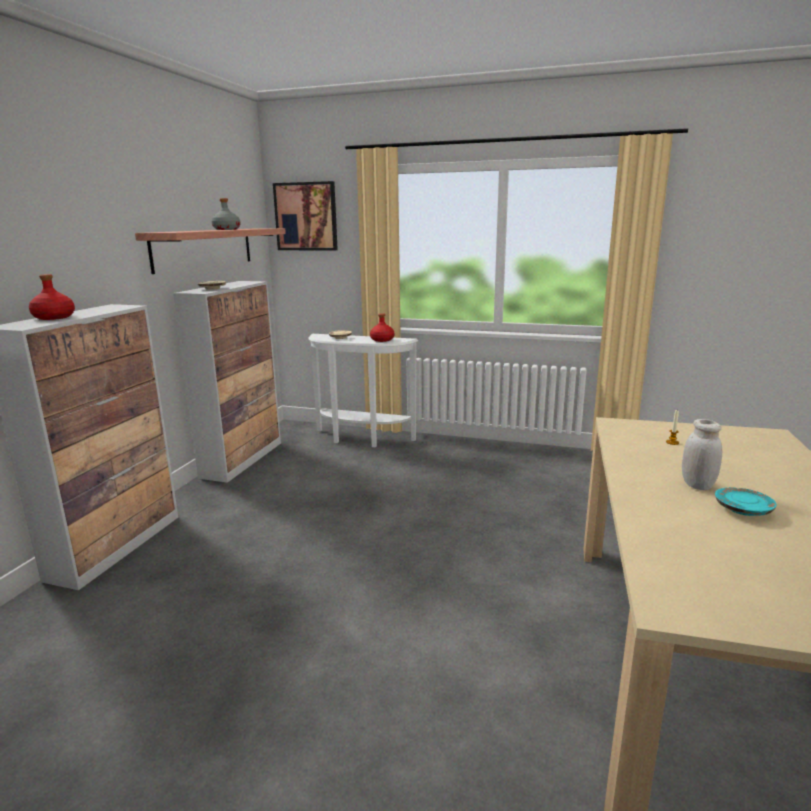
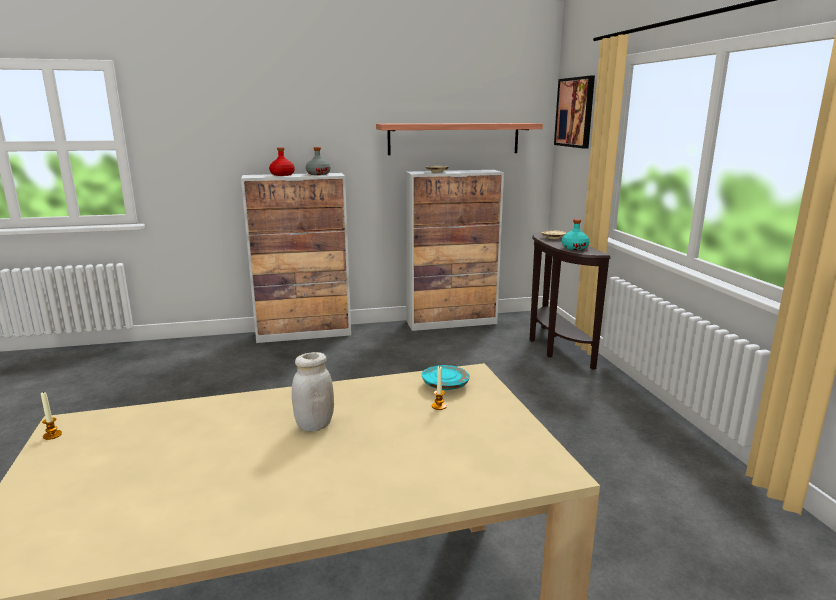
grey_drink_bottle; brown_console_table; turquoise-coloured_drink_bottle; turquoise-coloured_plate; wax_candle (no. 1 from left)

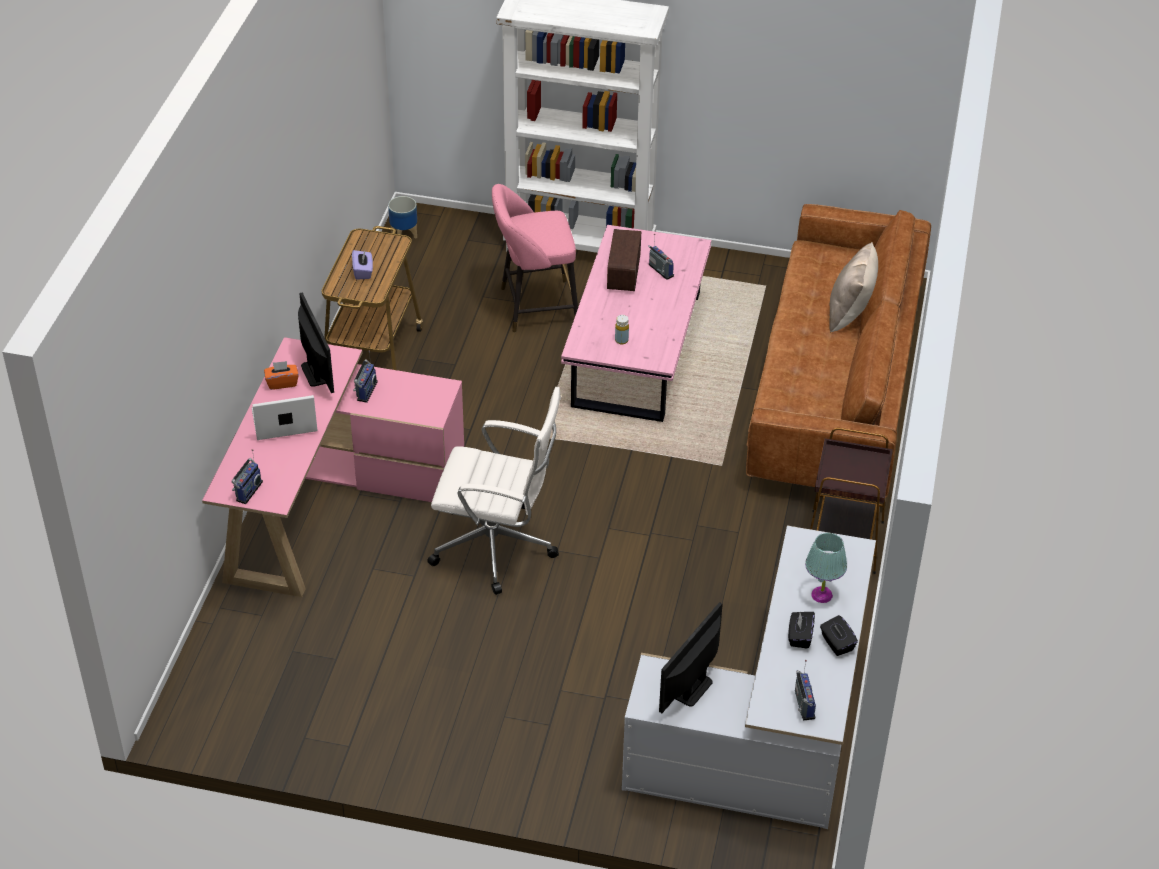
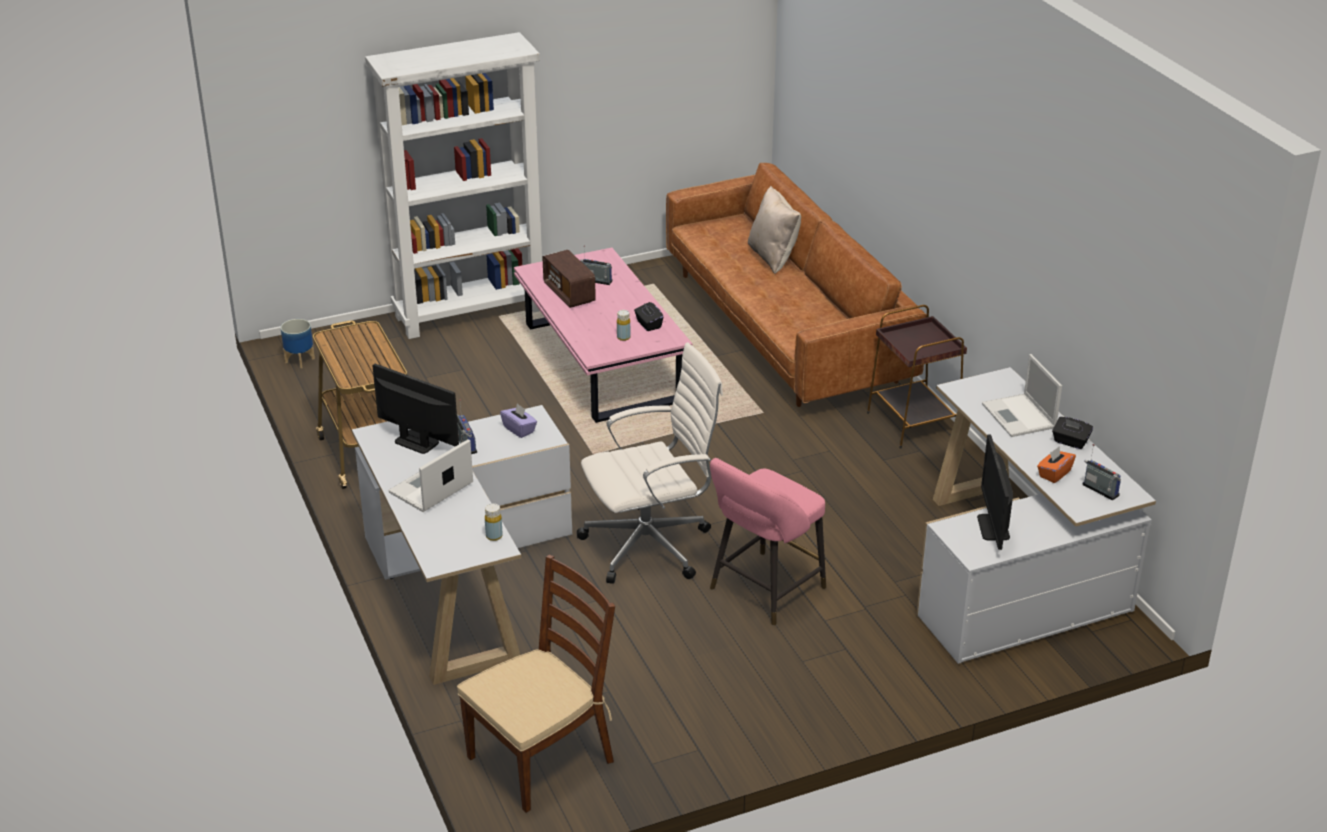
white_desk_unit (no. 1 from left); radio (no. 1 from left in the first image); orange_tissue_holder; purple-coloured_tissue_holder; pinkish_stool; black-coloured_tissue_holder (no. 1 from left); laptop (no. 2 from left); brown_plain_chair; yellow_drink_bottle (no. 1 from left)

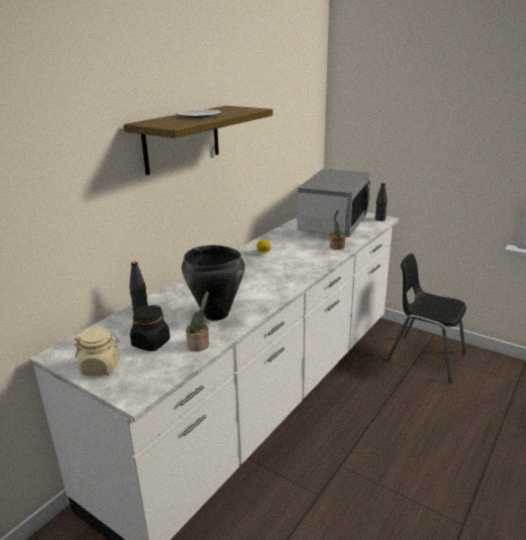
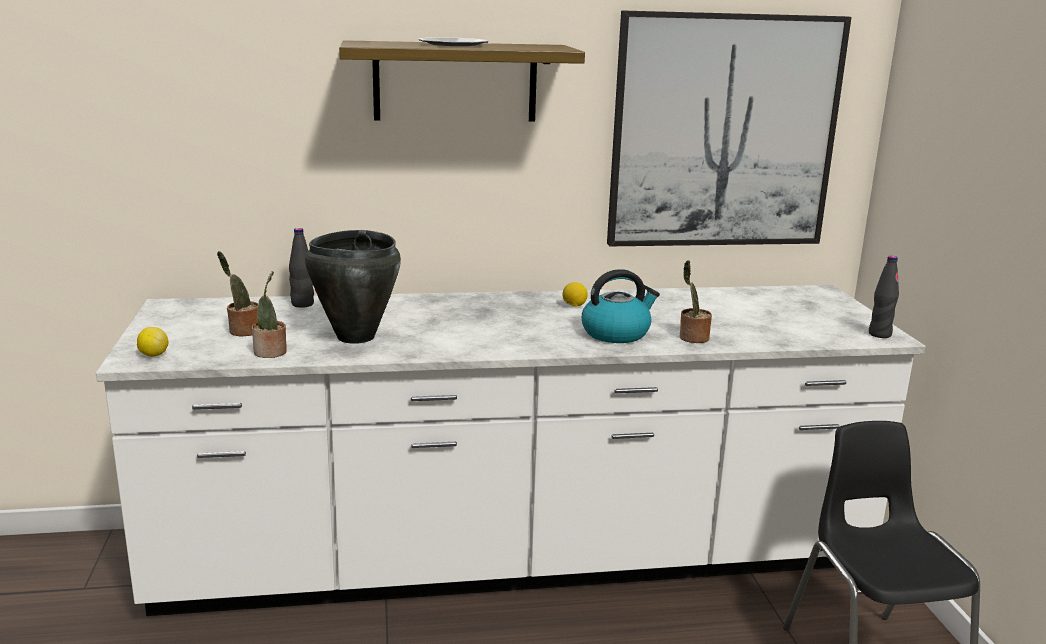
beige_jar; plant_in_a_pot (no. 1 from left); kitchen_microwave; lemon (no. 1 from left); tea_kettle; wall_picture

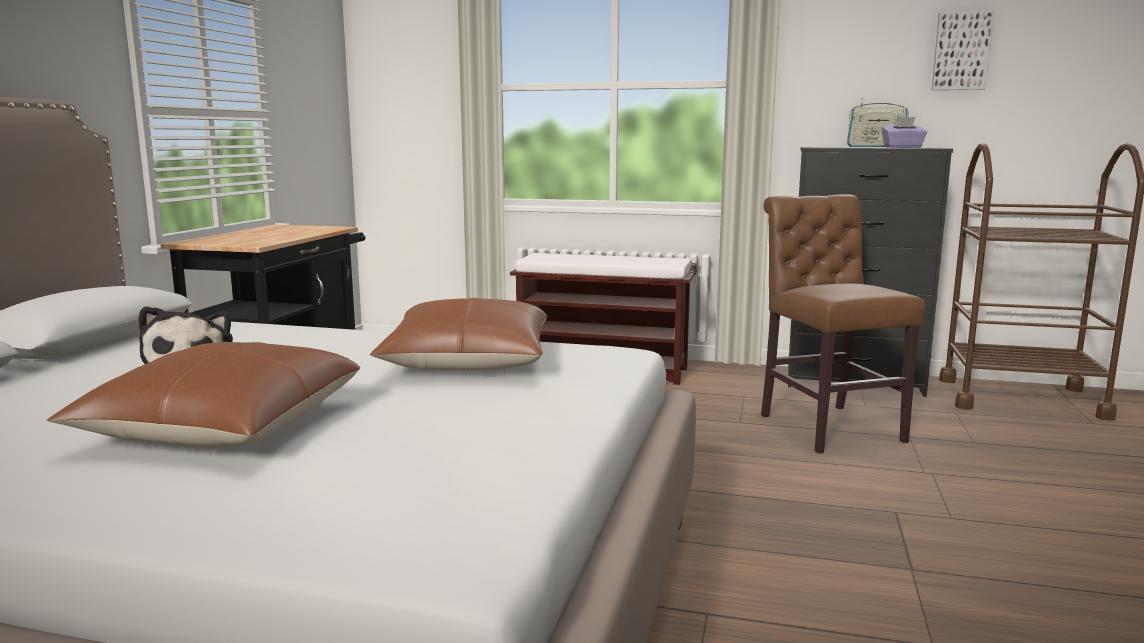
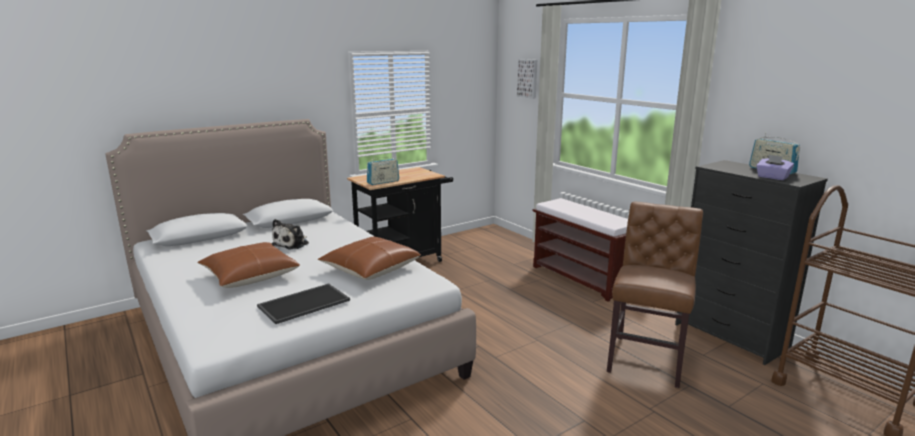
wall_picture; serving_tray; radio (no. 1 from left)

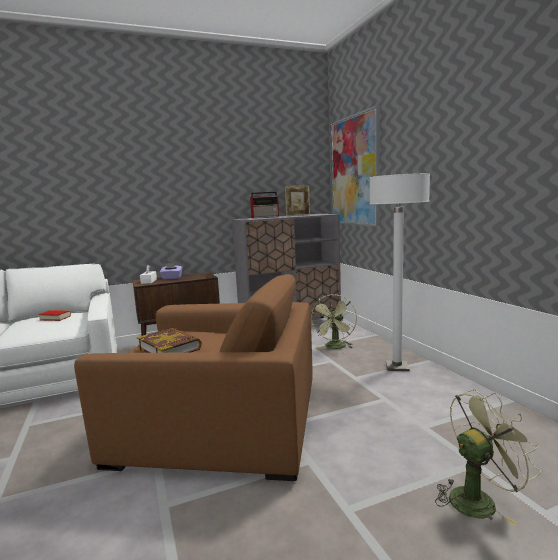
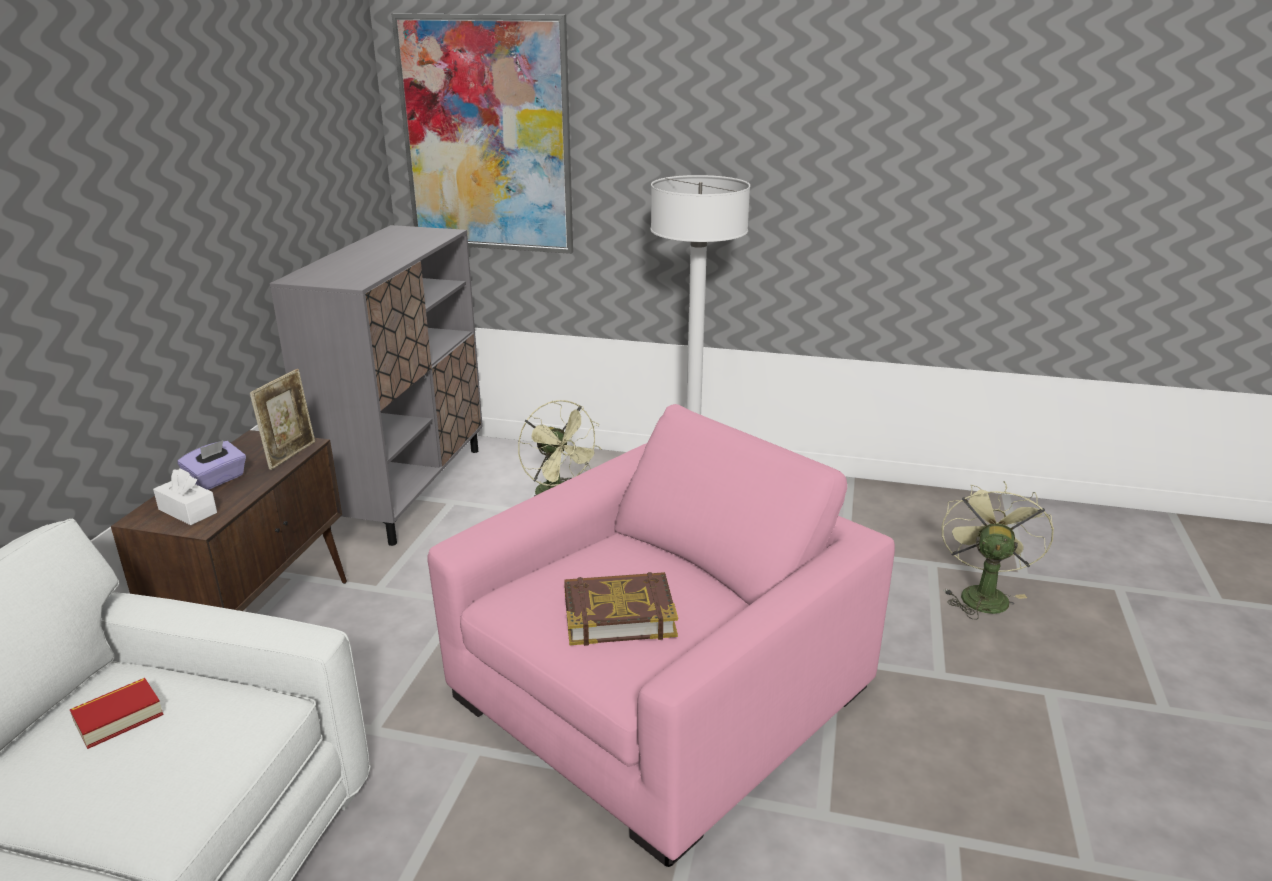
pinkish_lounge_chair; radio; standing_frame

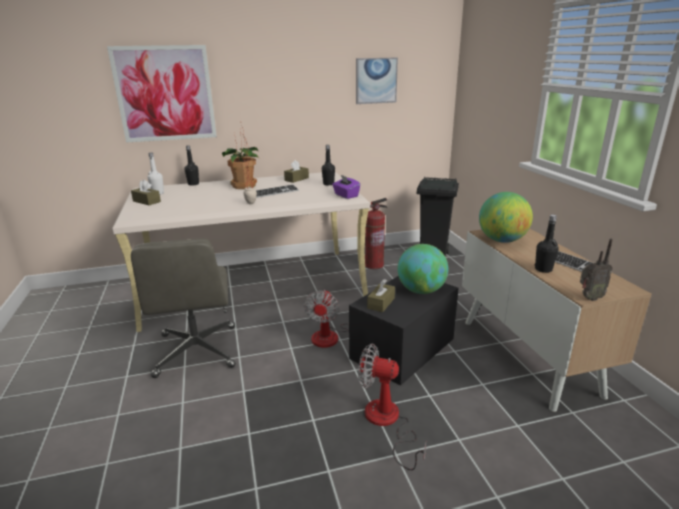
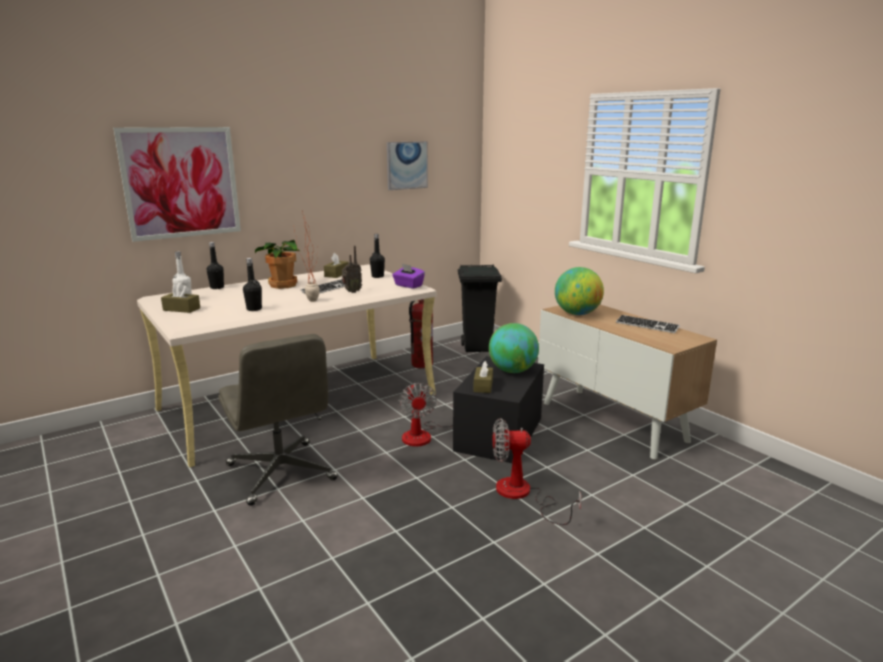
black-coloured_drink_bottle (no. 2 from left); radio

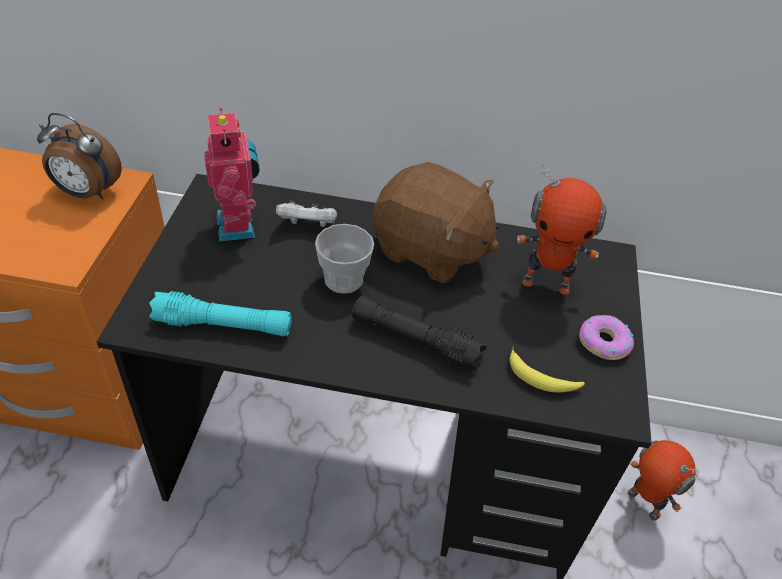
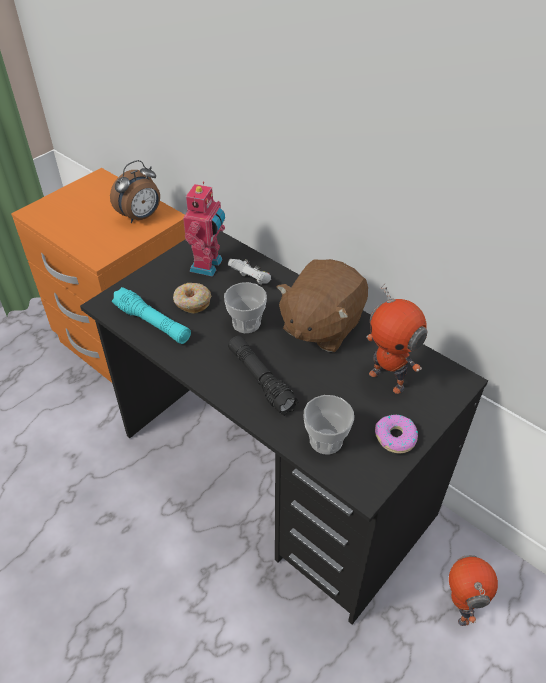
table_clock; brown_cuddly_toy; cup (no. 2 from left); ring_doughnut (no. 1 from left)

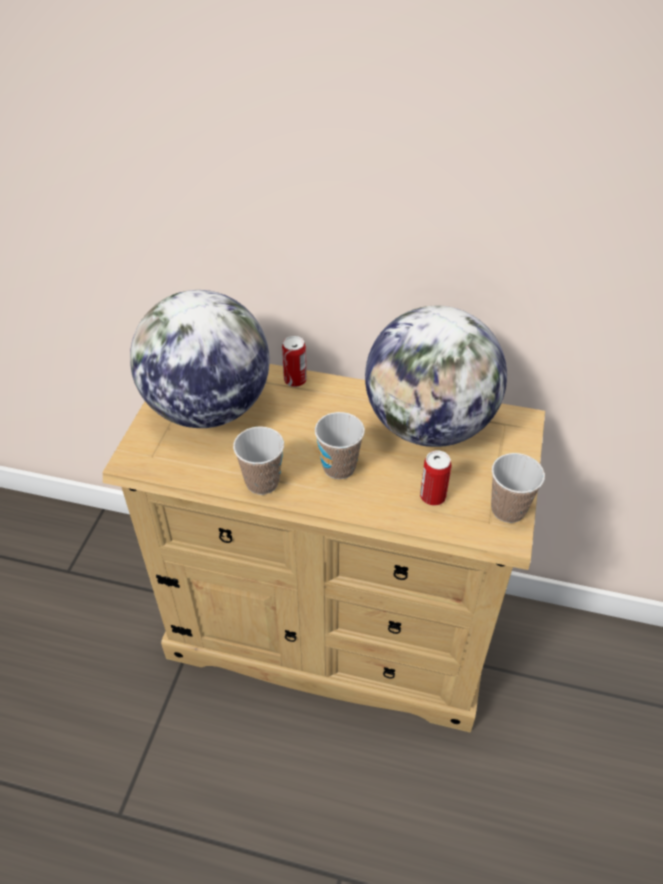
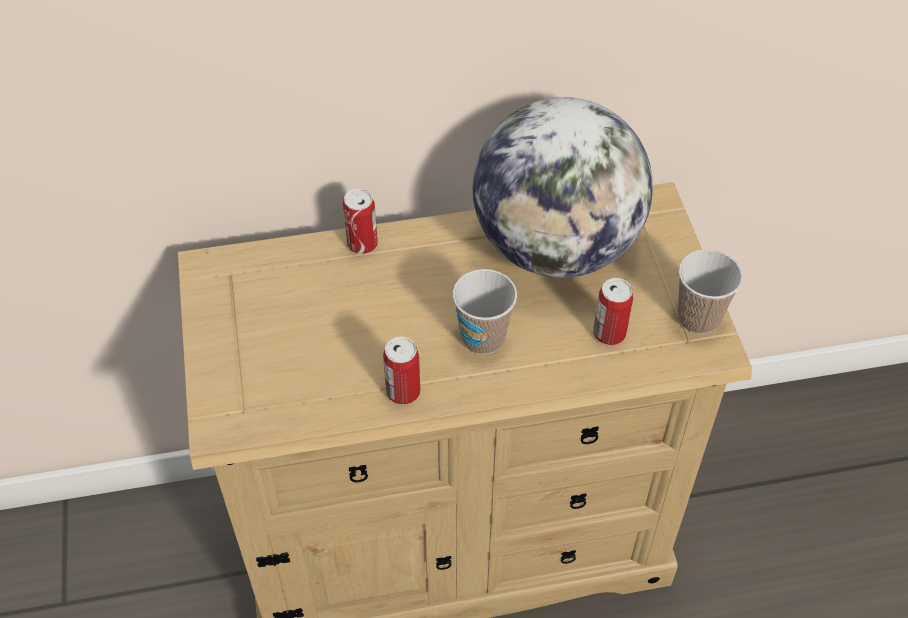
world_globe (no. 1 from left in the first image); sealed_can (no. 2 from left)

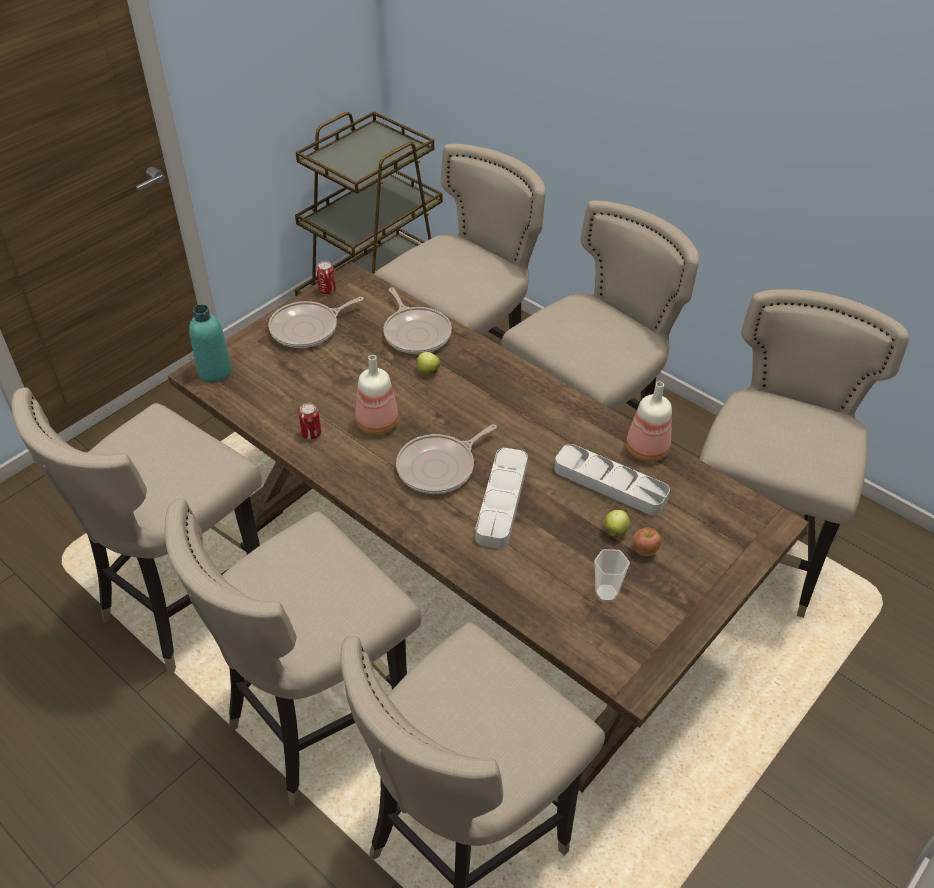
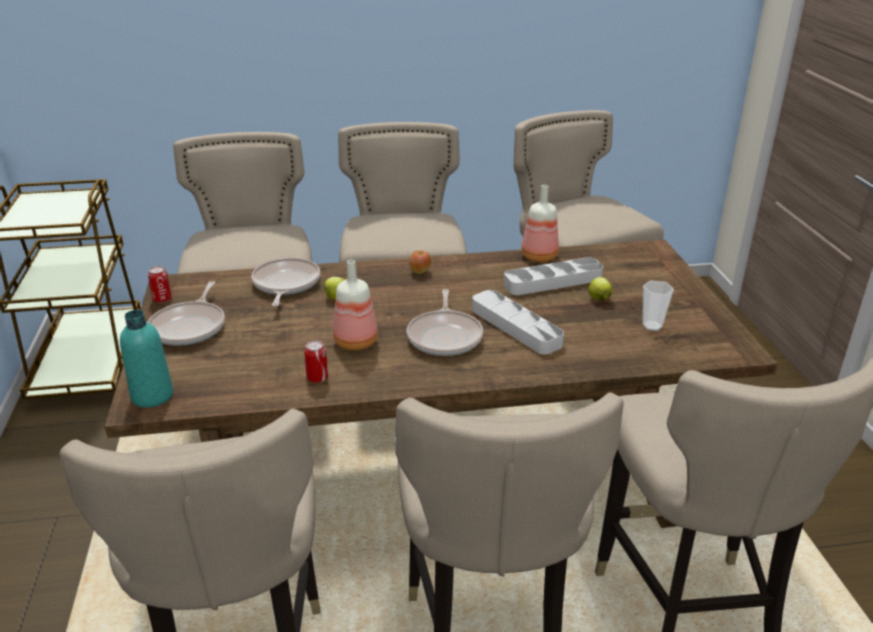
pan (no. 2 from left); apple (no. 2 from left)

